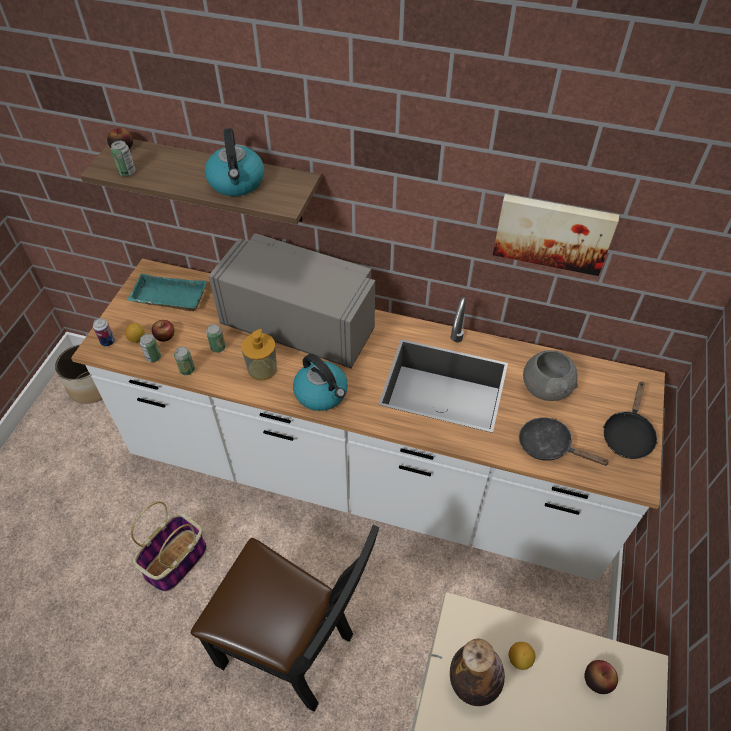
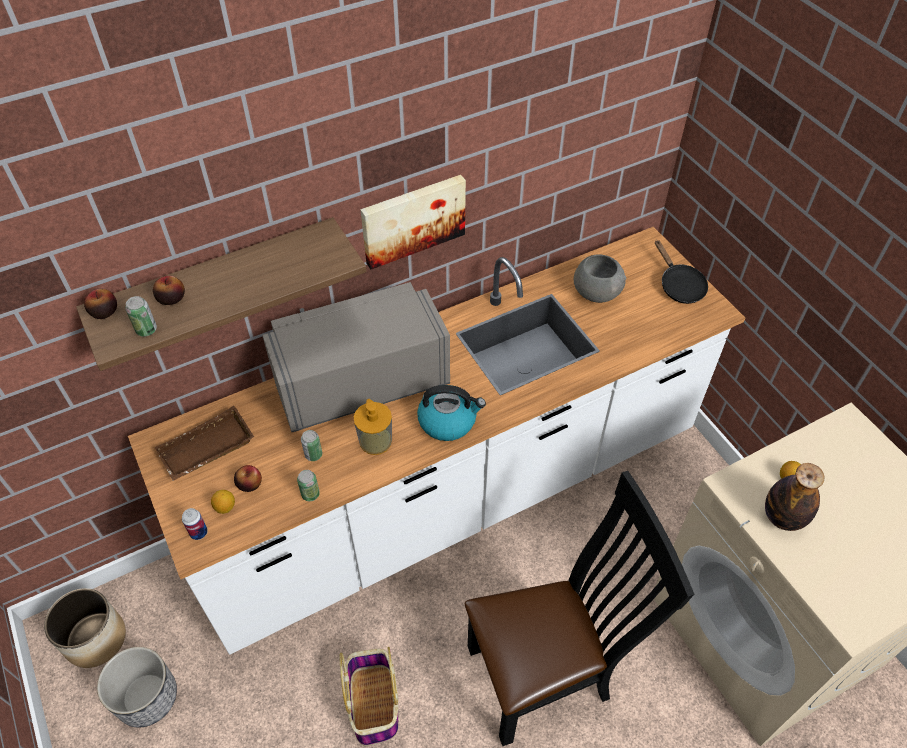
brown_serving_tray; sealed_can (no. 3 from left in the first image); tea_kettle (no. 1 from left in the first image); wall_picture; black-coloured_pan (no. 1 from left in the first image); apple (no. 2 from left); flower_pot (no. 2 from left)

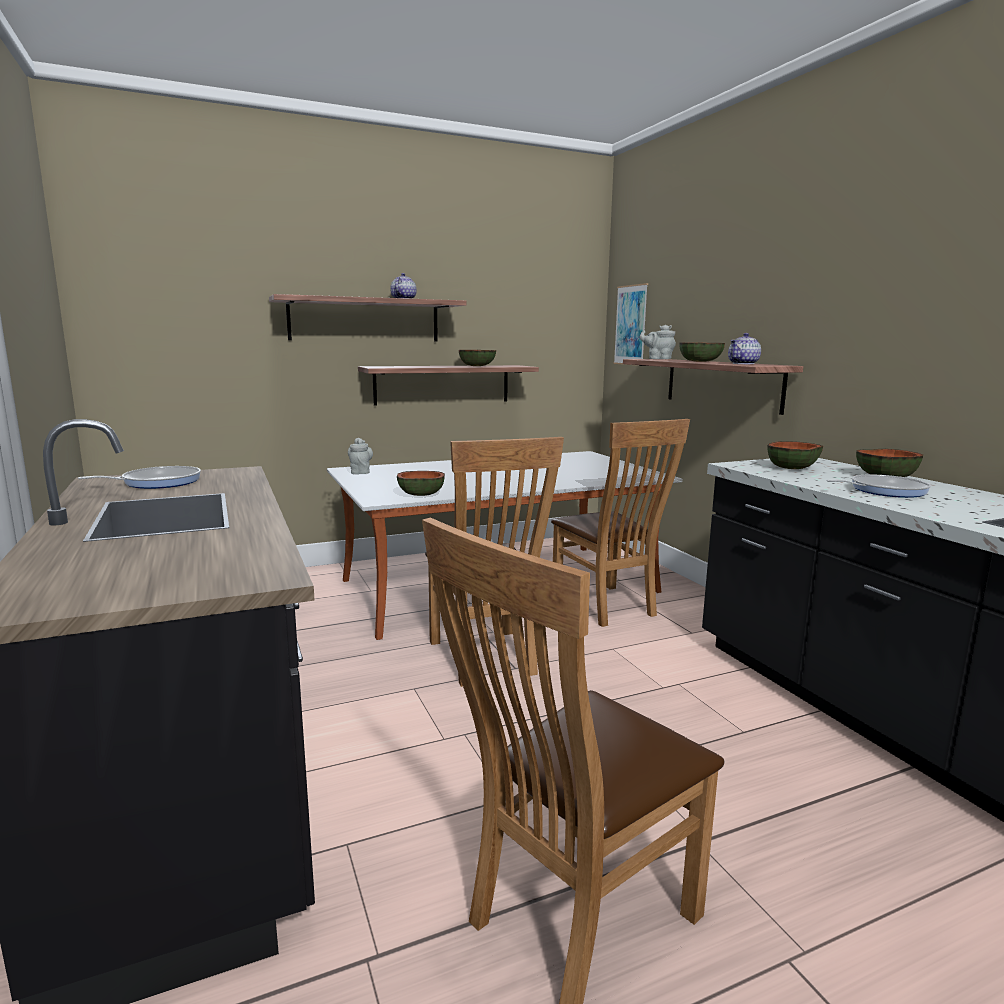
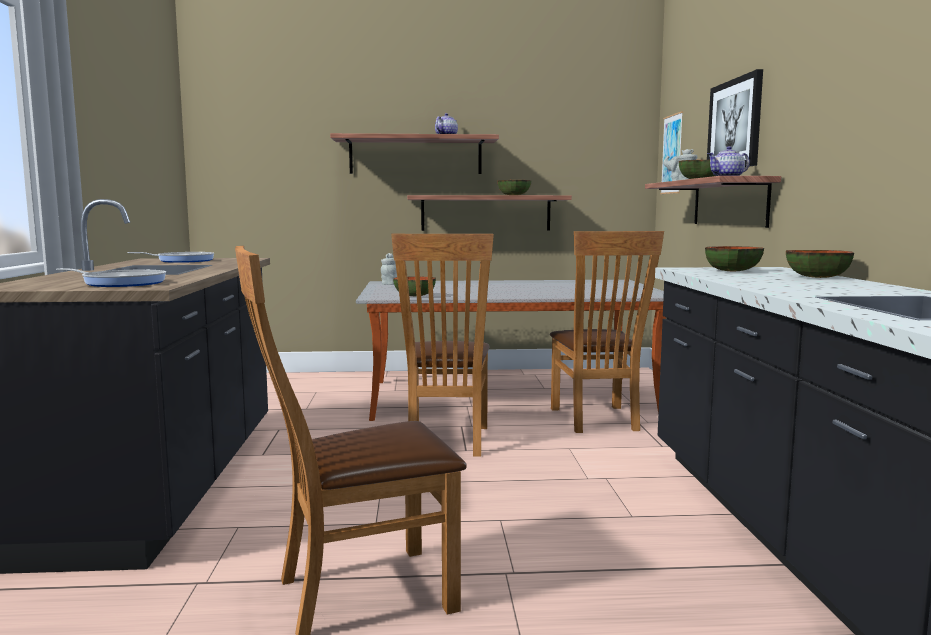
pan (no. 1 from left); wall_picture (no. 2 from left)

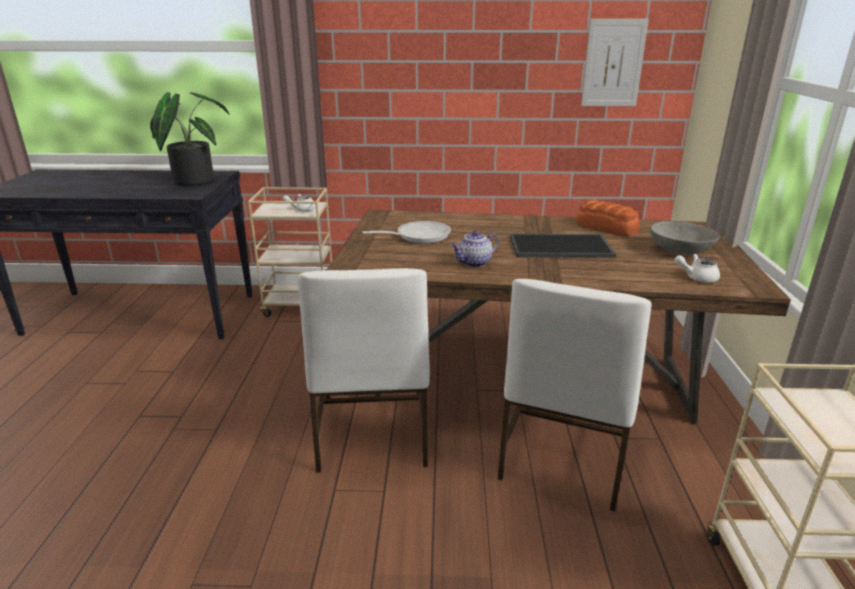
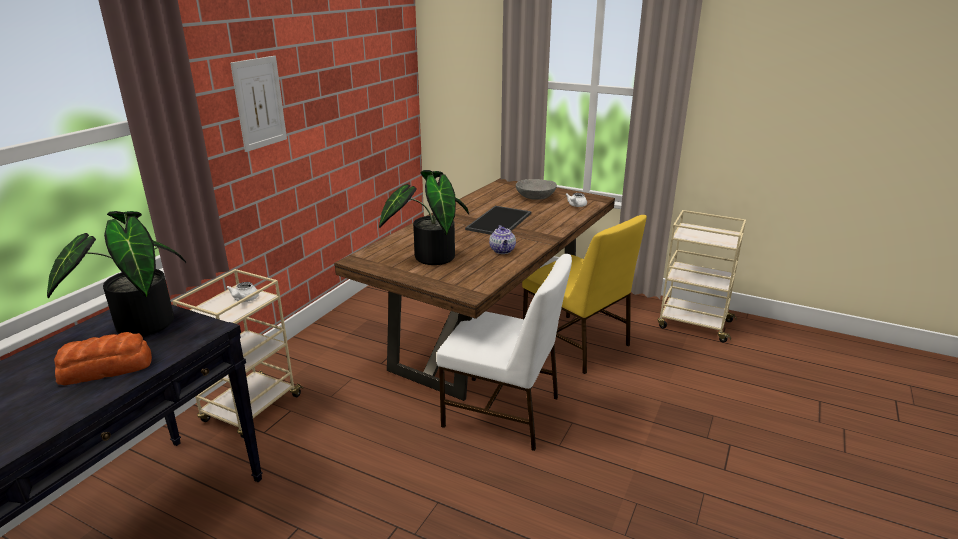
plant_in_a_pot (no. 2 from left); yellow_plain_chair; baked_bread; wall_picture

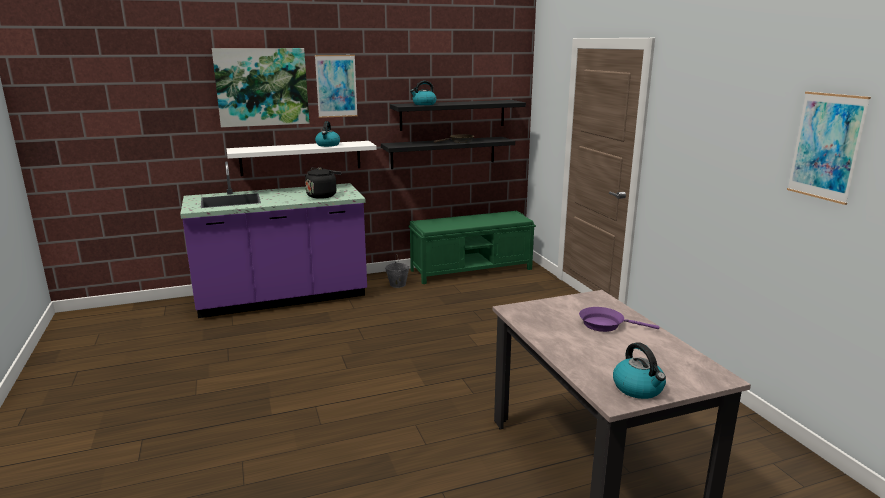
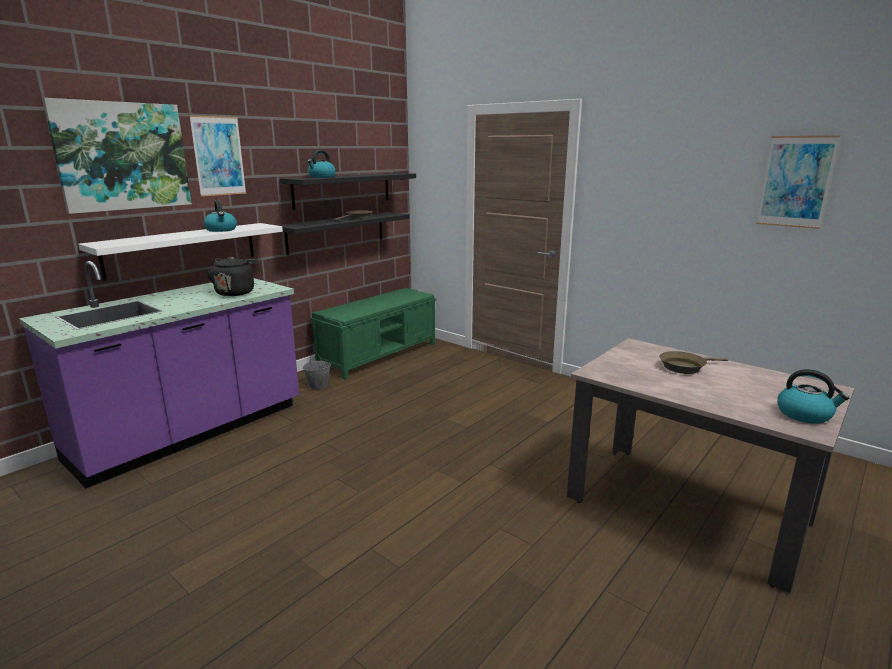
brown_pan (no. 2 from left)

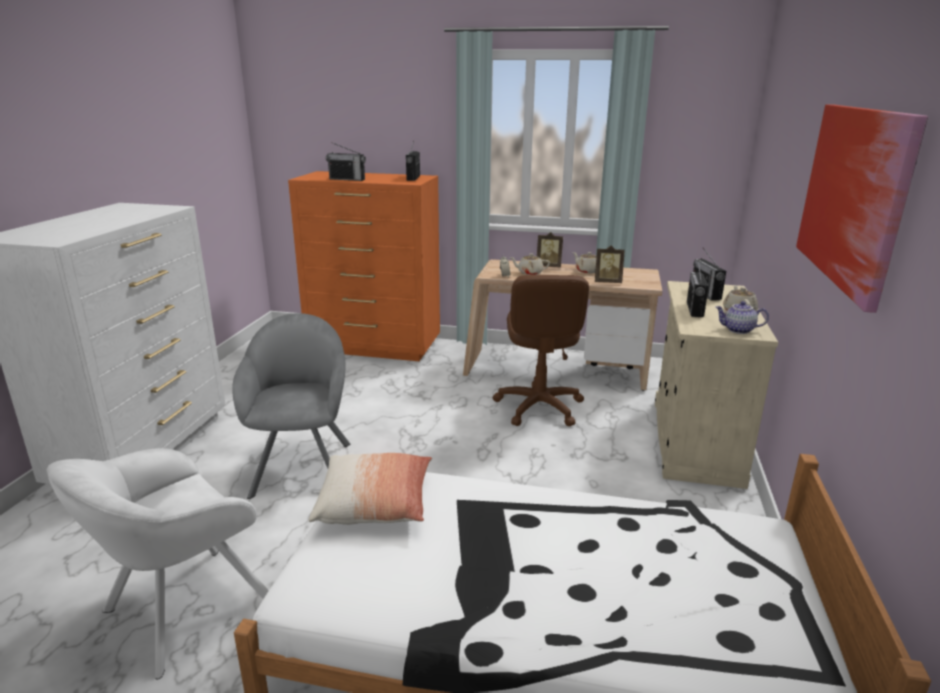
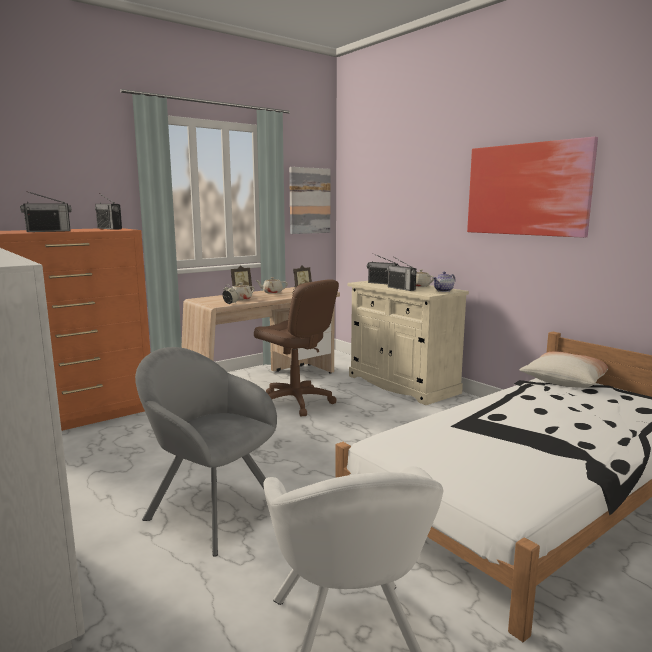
throw_pillow; wall_picture (no. 1 from left)

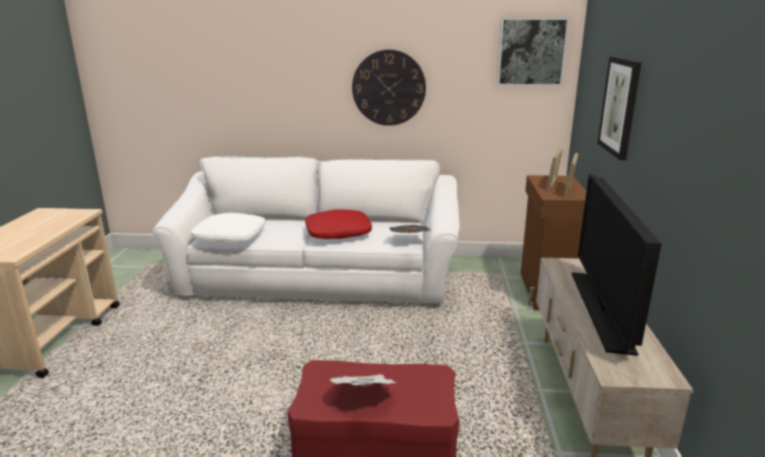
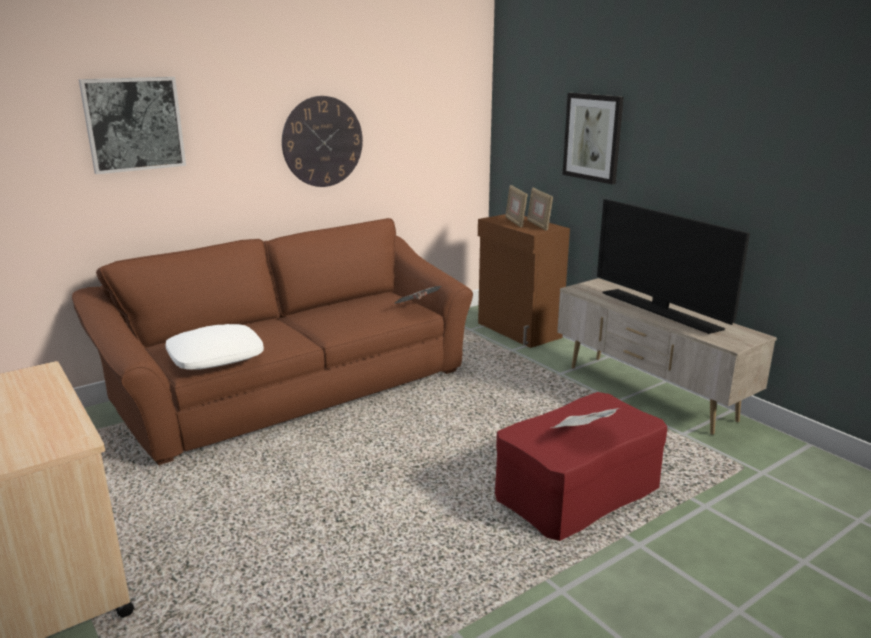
brown_sofa; red_throw_pillow; wall_picture (no. 1 from left)

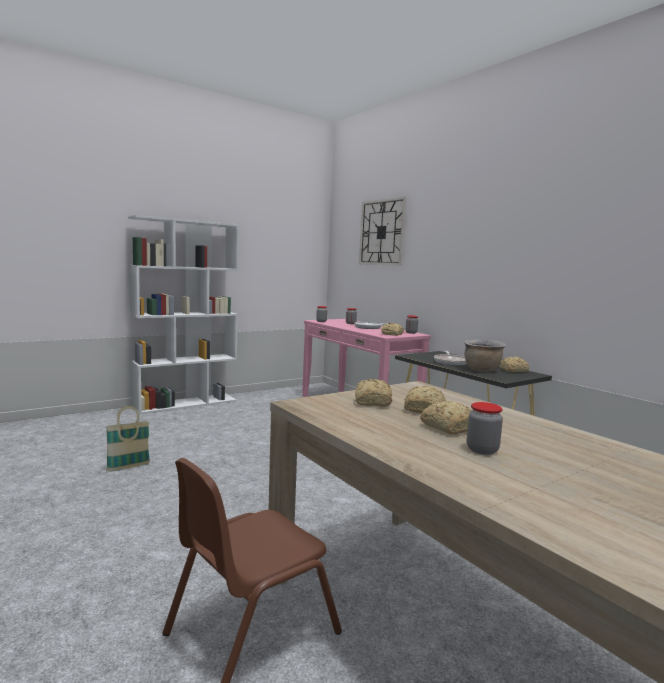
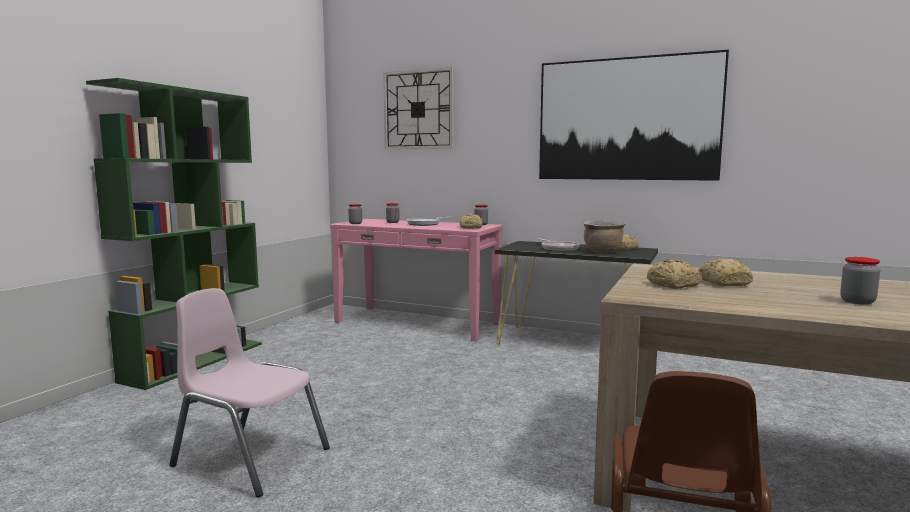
pinkish_plain_chair; green_shelving_unit; baked_bread (no. 4 from left in the first image); wall_picture

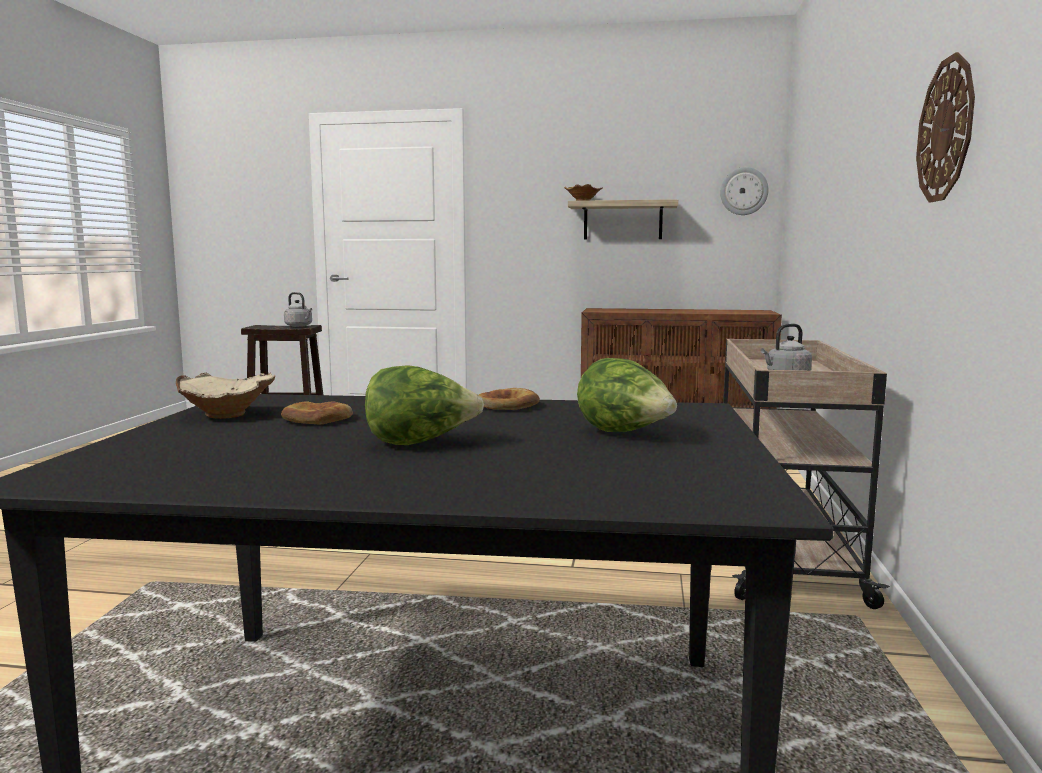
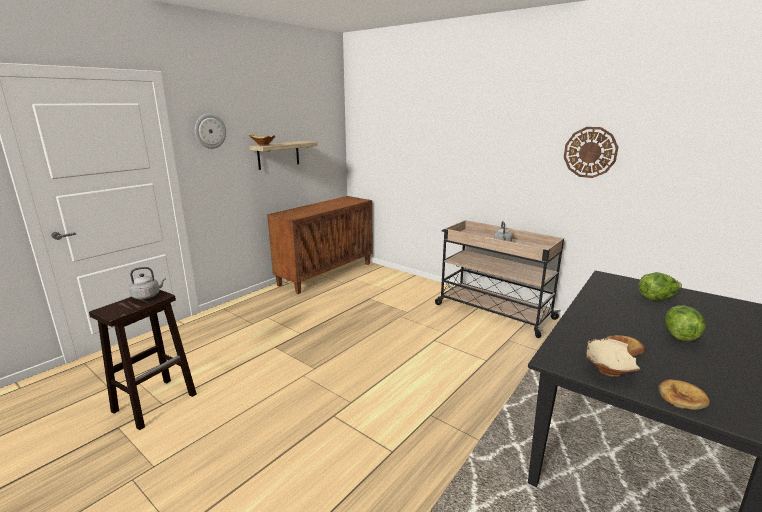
baked_bread (no. 2 from left); wall_clock (no. 1 from left)

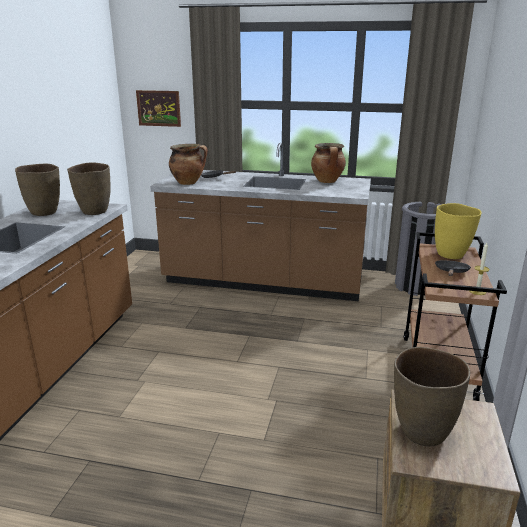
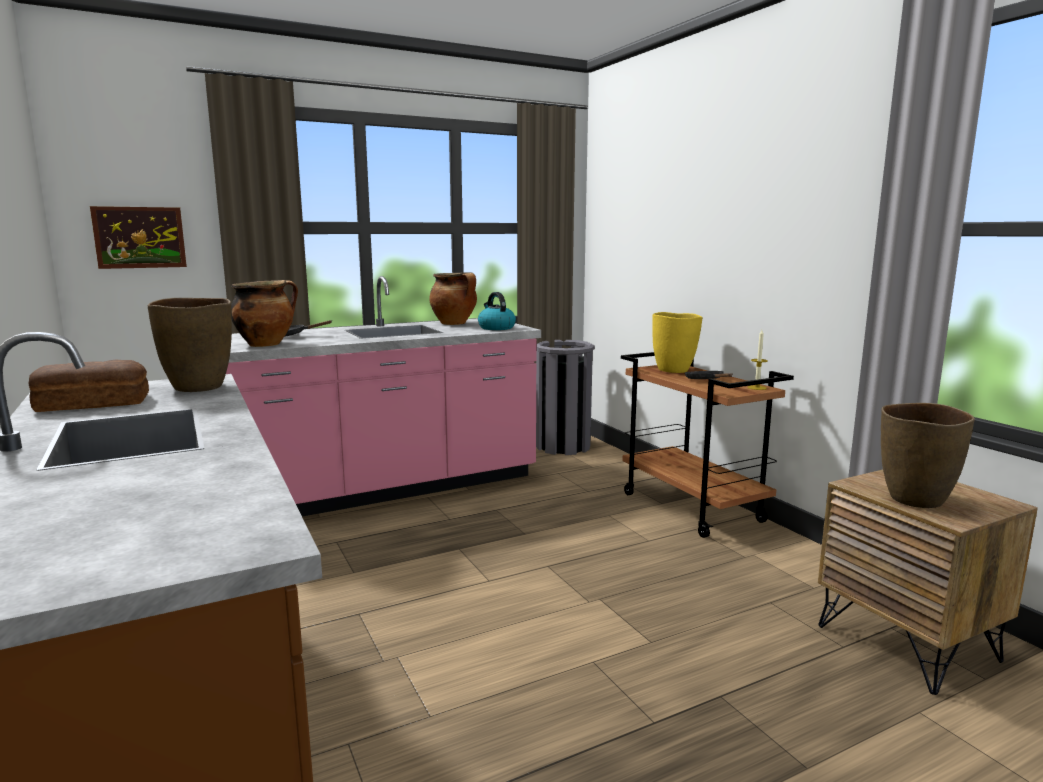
baked_bread; pinkish_kitchen_counter; tea_kettle

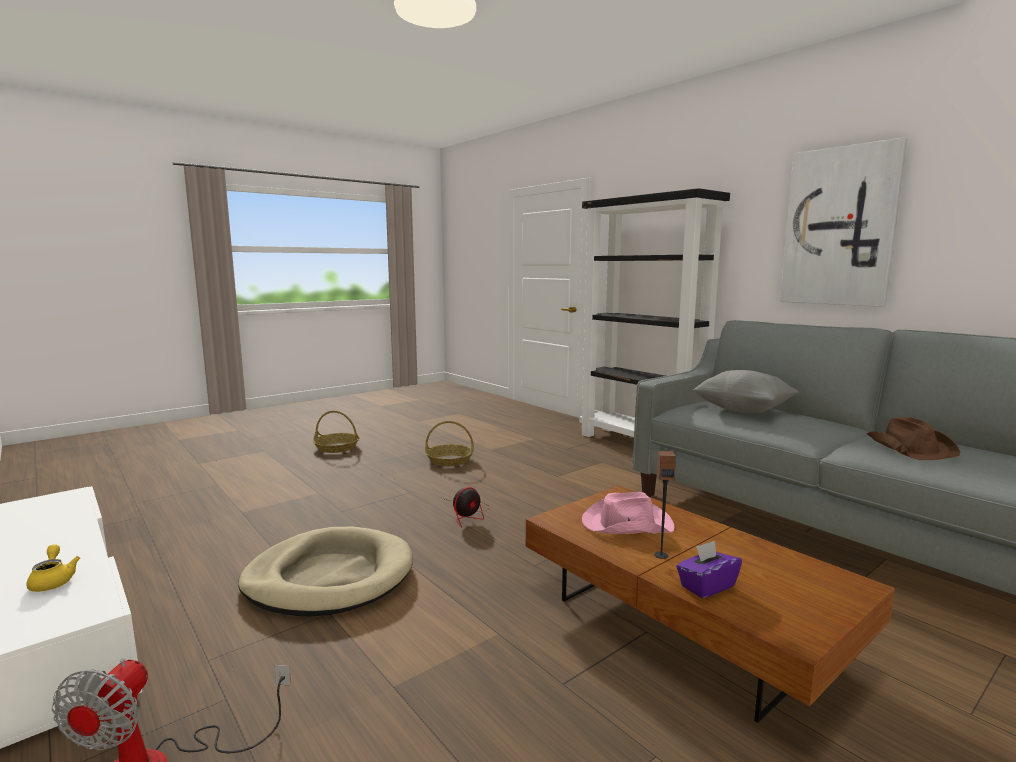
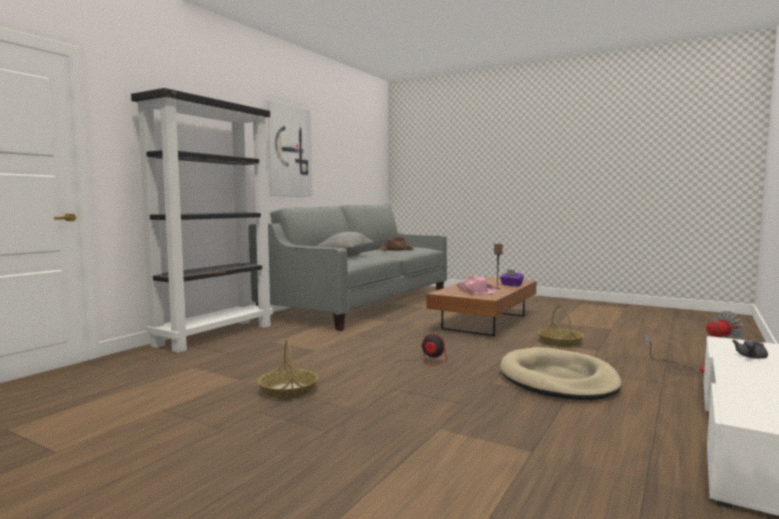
grey_pot_for_tea; household_basket (no. 2 from left)

